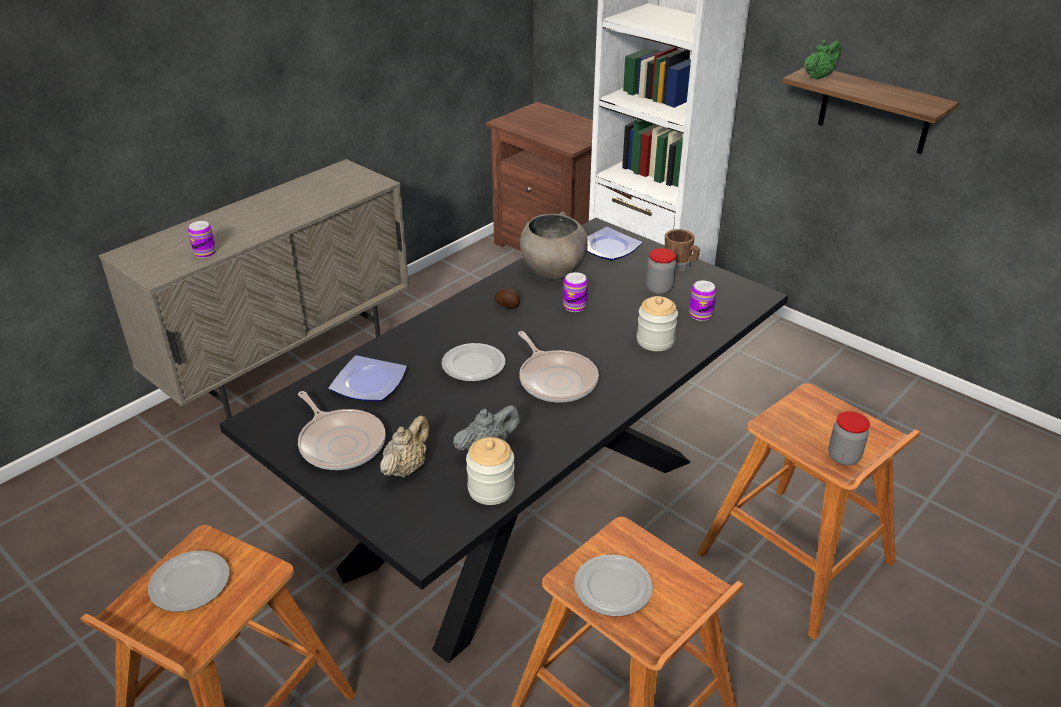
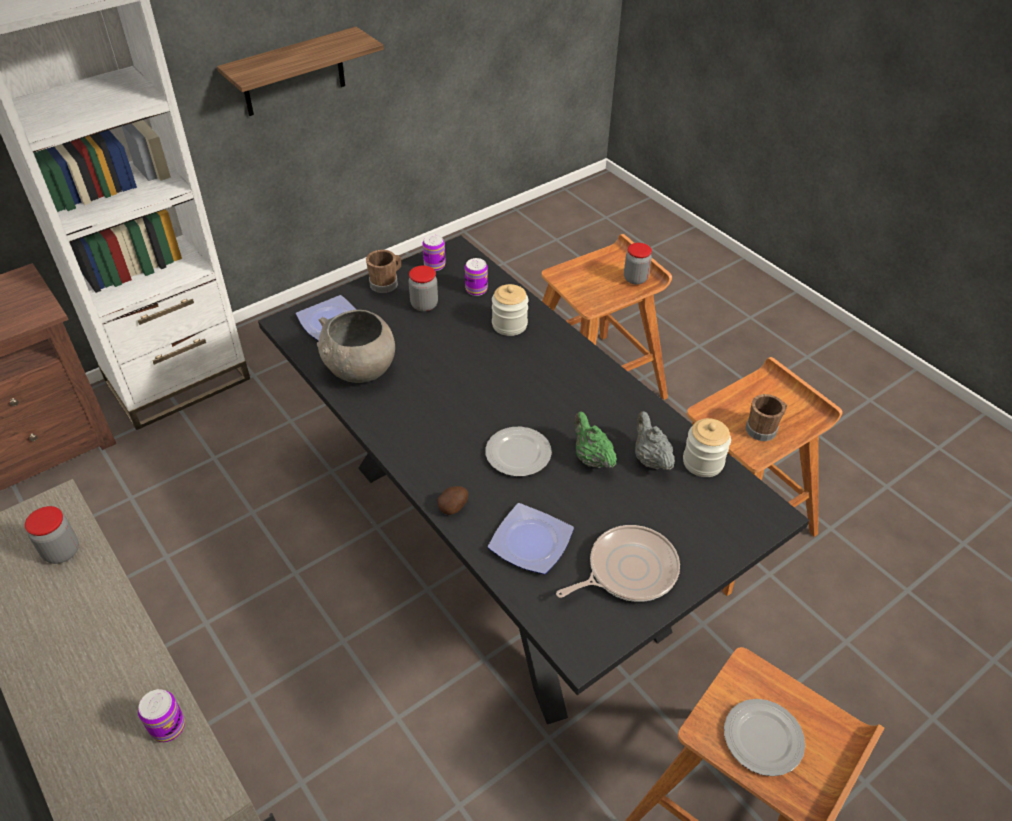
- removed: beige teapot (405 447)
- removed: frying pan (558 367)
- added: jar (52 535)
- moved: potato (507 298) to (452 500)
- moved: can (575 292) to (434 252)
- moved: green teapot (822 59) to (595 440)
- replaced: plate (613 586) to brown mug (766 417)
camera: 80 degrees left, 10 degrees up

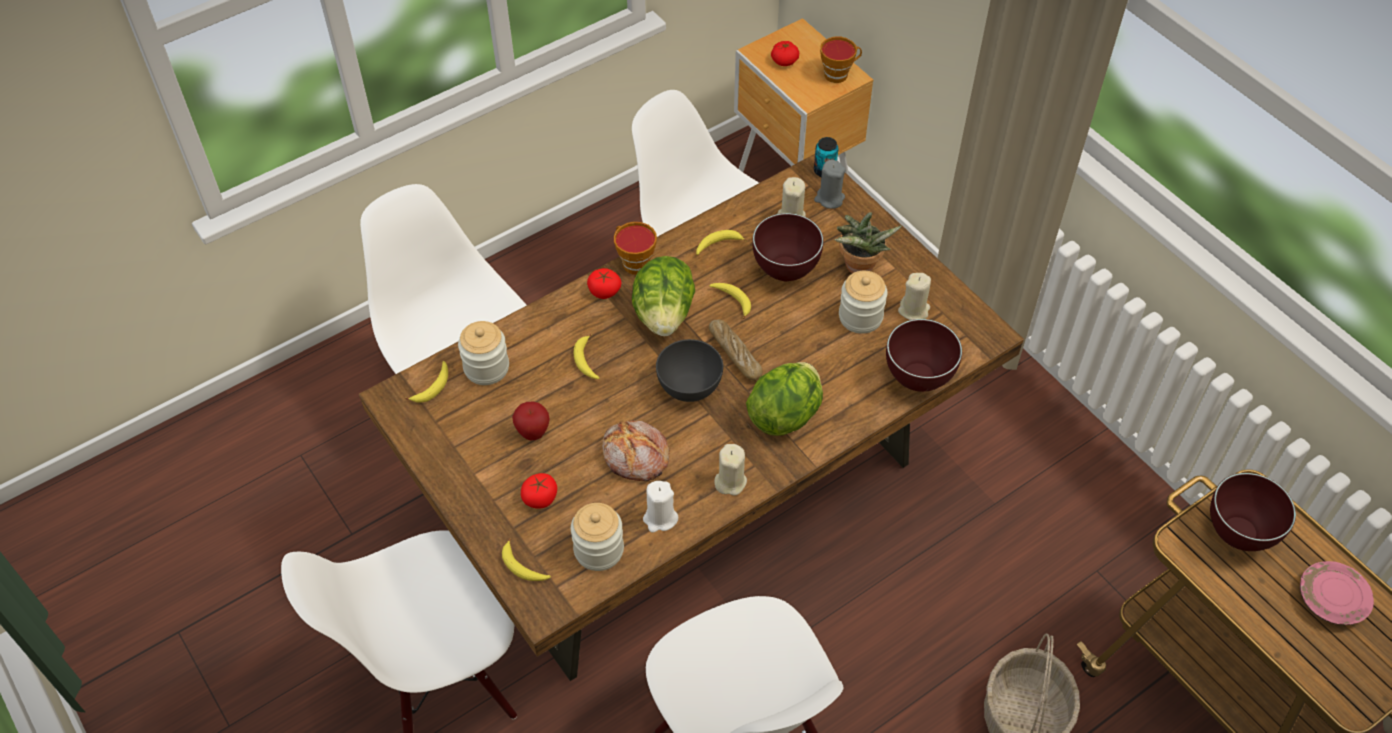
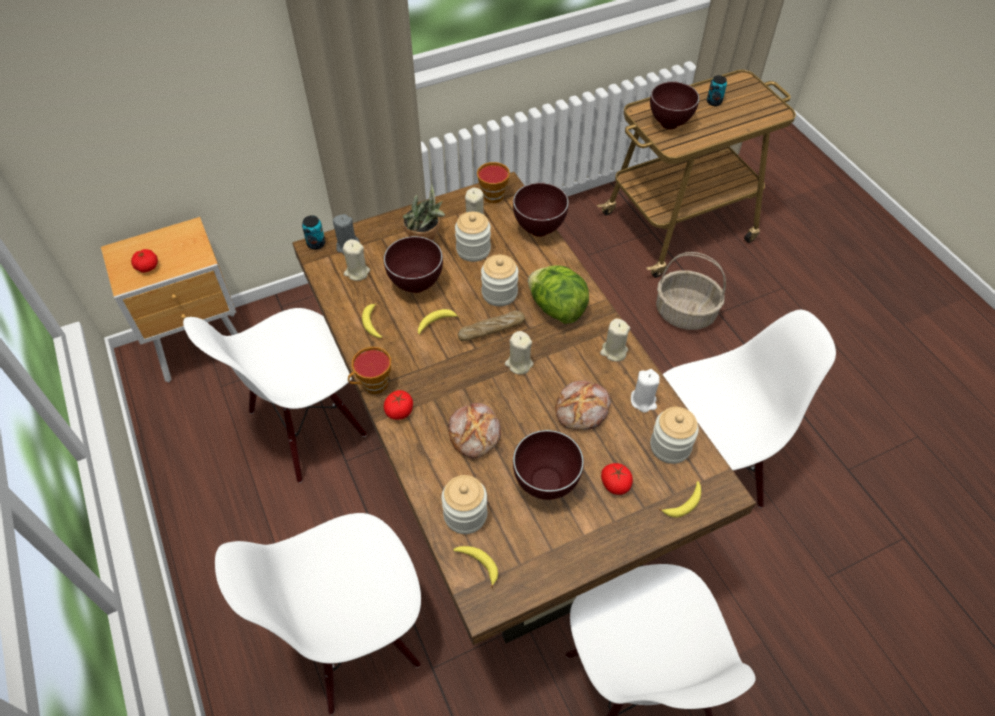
- removed: lettuce (663 296)
- added: jar (499 280)
- moved: cup (841 60) to (493 182)
- replaced: apple (531 421) to brown bowl (548 465)
- replaced: banana (586 356) to bread (474 430)
- replaced: grey bowl (689 370) to beige candle (519 353)
- replaced: pink plate (1337 593) to can (717 90)
camera: 80 degrees left, 0 degrees up

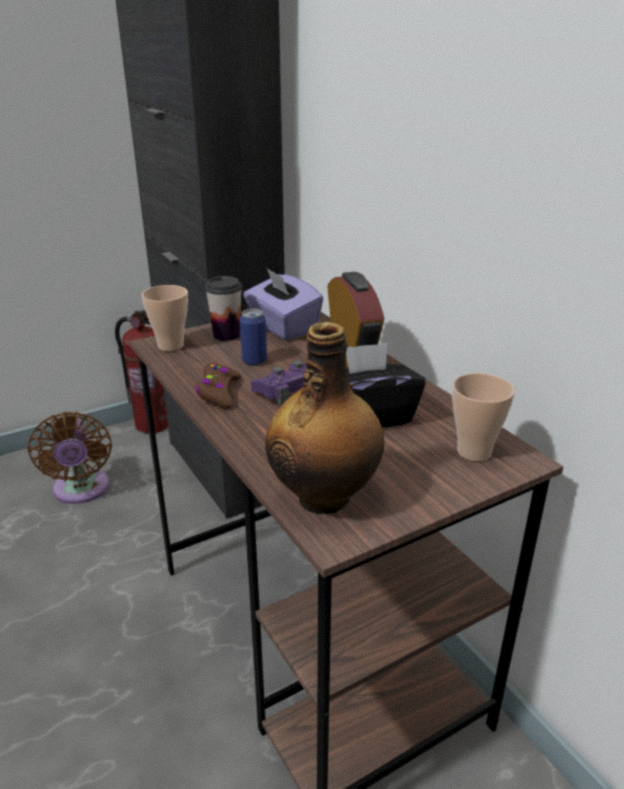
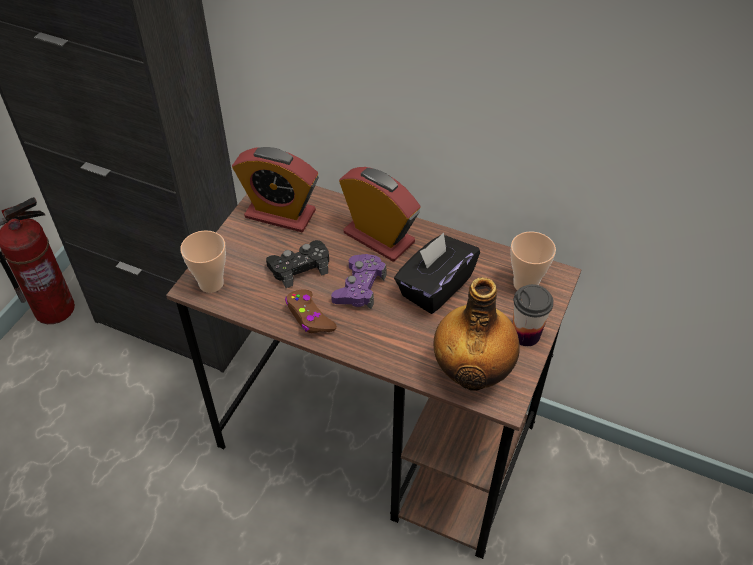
- removed: brown fan (70 458)
- moved: cup (223 308) to (533 315)
- replaced: can (253 337) to black game controller (297 264)
- replaced: purple tissue box (283 303) to alarm clock (275 189)
camera: 35 degrees left, 20 degrees up

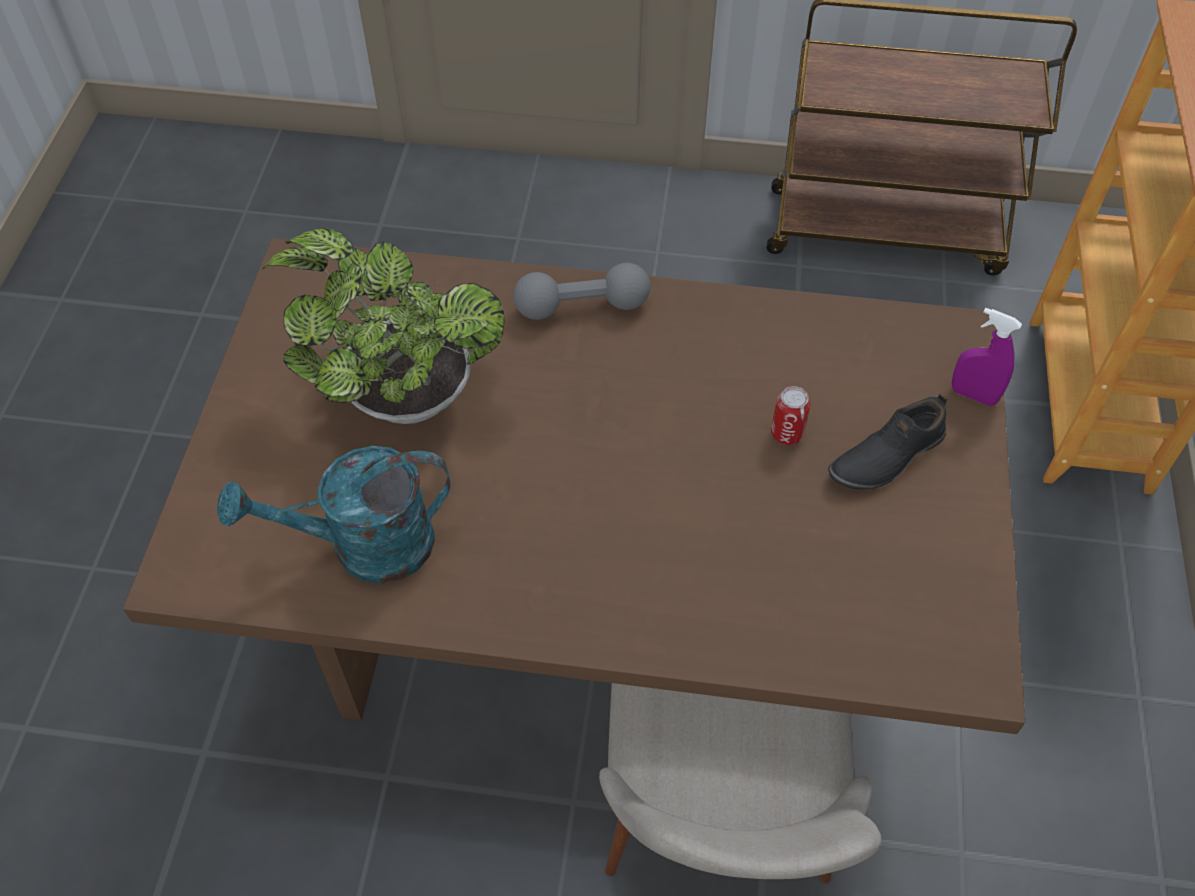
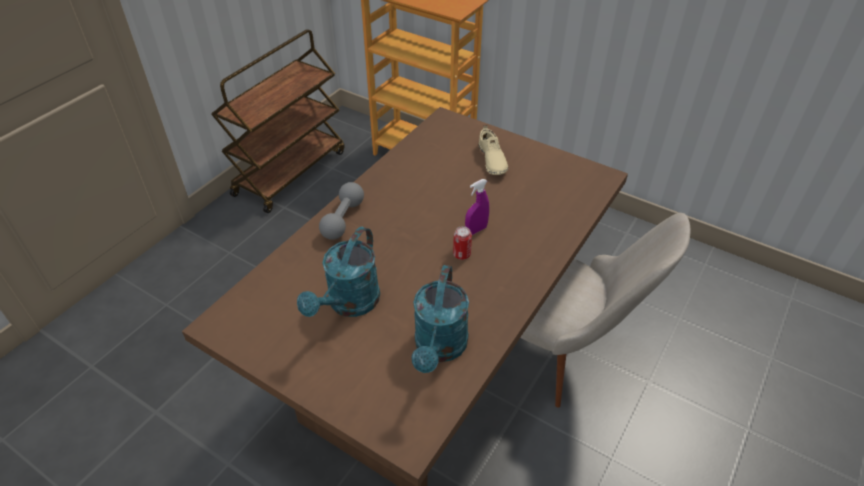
- moved: can (791 415) to (462 243)
- moved: purple spray bottle (987 357) to (477 207)
- replaced: potted plant (383 326) to turquoise watering can (338 272)
- recoloured: black shoe (888 441) to beige shoe (493 150)
camera: 65 degrees left, 10 degrees down

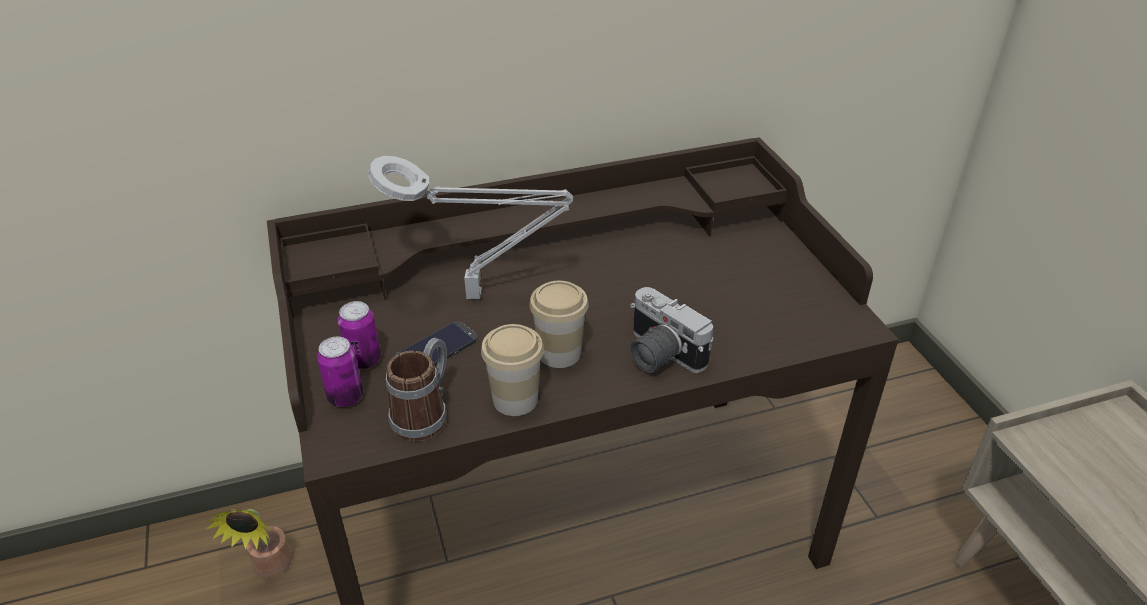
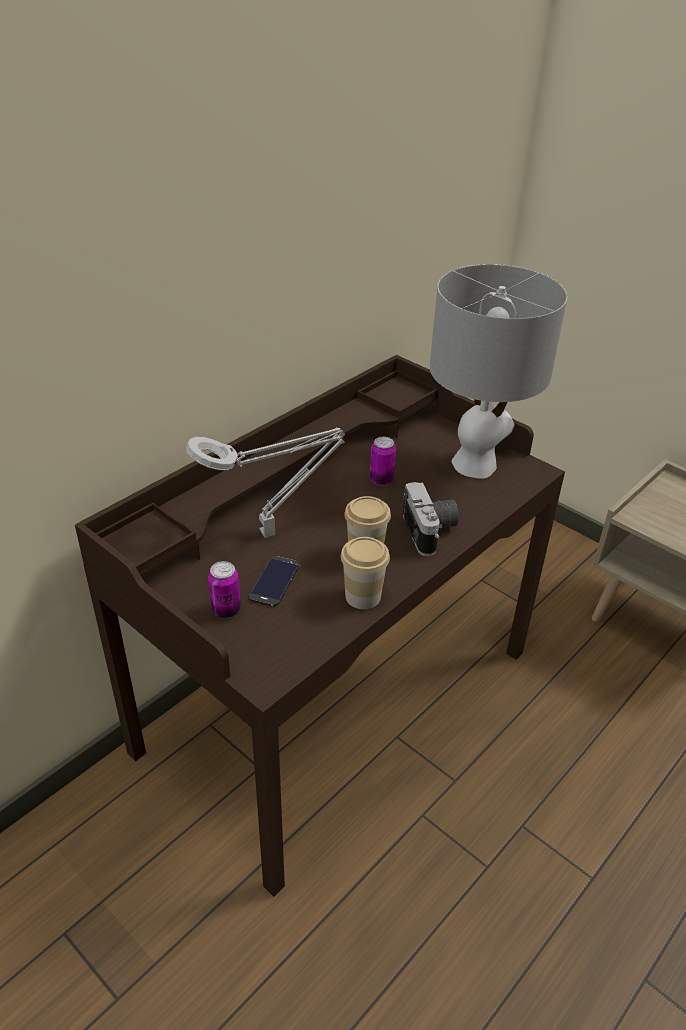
- removed: potted plant (248 543)
- removed: mug (416 389)
- added: grey table lamp (498 371)
- moved: can (340 372) to (383 461)
- turned: photo camera (671 330) = (431 519) 120 degrees counterclockwise
camera: 30 degrees left, 0 degrees up

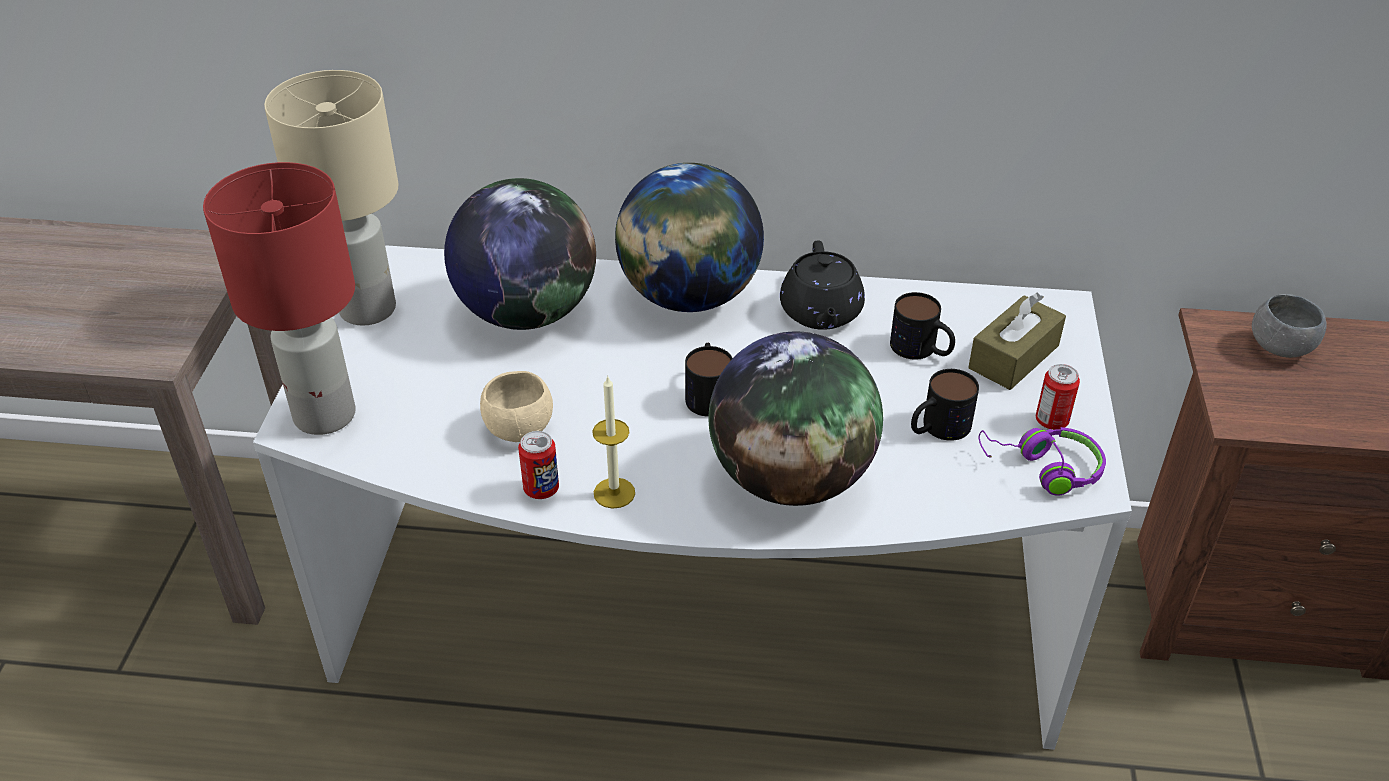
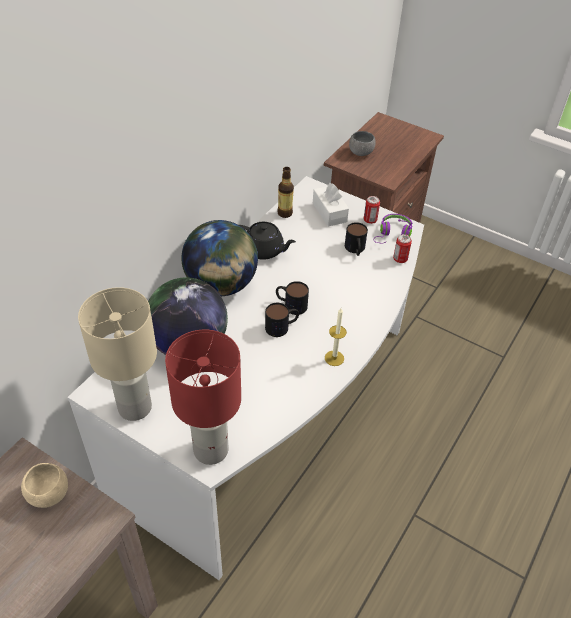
- removed: globe (796 419)
- added: bottle (285 192)
- moved: beige bowl (516 406) to (44 485)
- moved: can (538 465) to (402 248)
- moved: mug (922 325) to (282 320)
- recoloured: brown tissue box (1017 341) to white tissue box (331 205)
camera: 65 degrees left, 5 degrees up

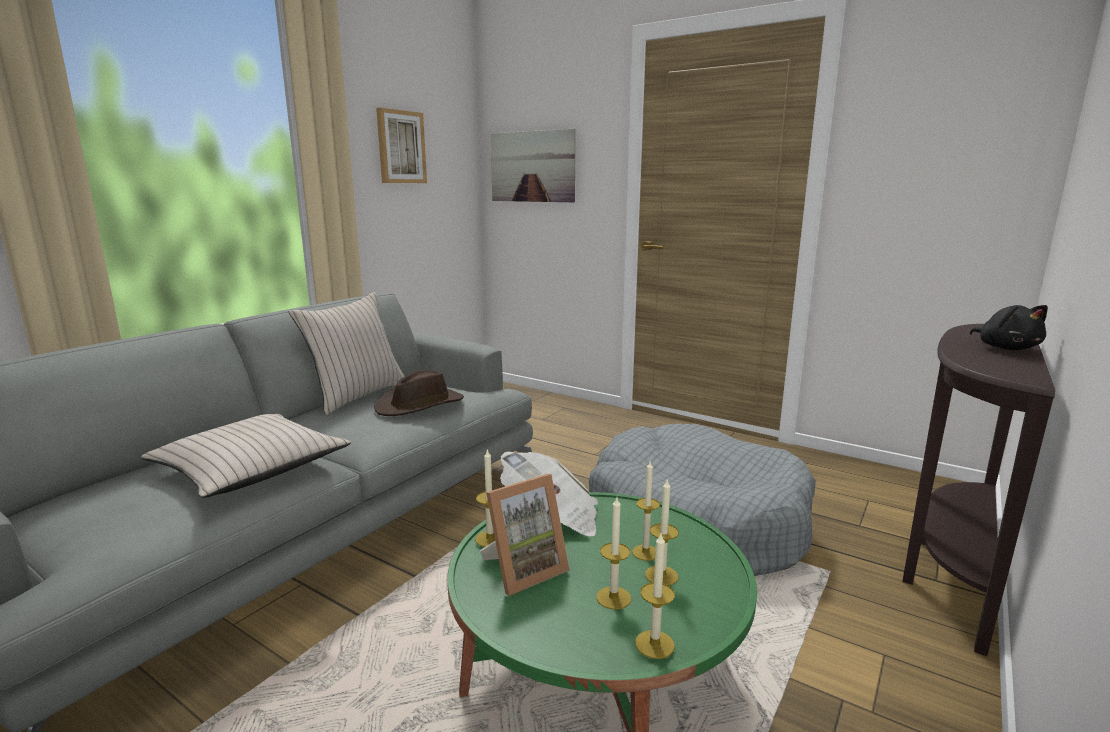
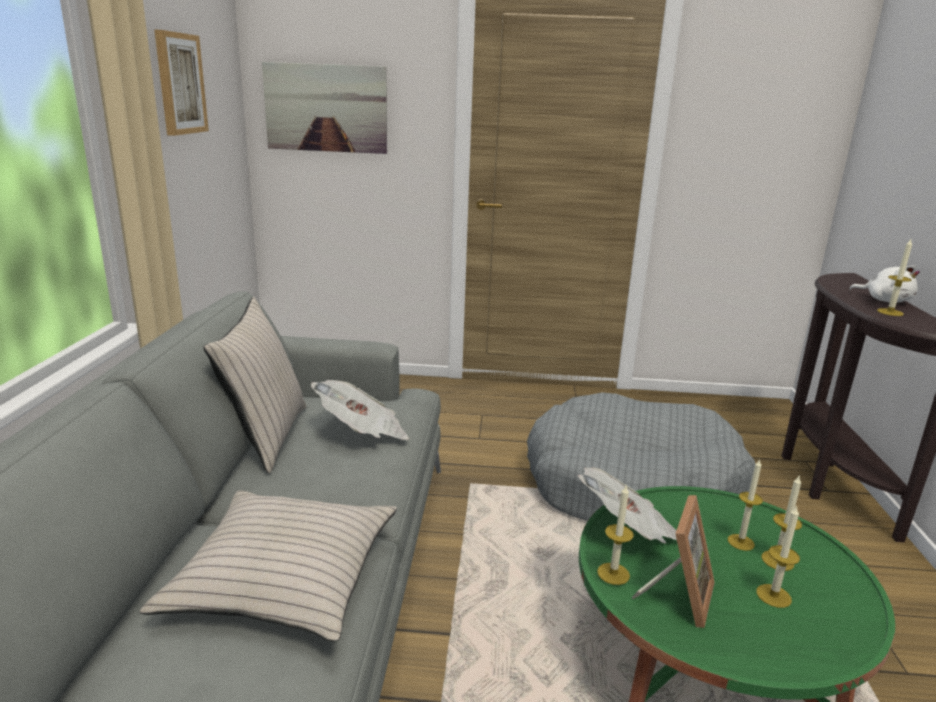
- moved: candle (655 596) to (894 277)
- replaced: brown hat (419 393) to newspaper (360 410)
- recoloured: black plush toy (1009 327) to white plush toy (884 284)
camera: 30 degrees left, 5 degrees up

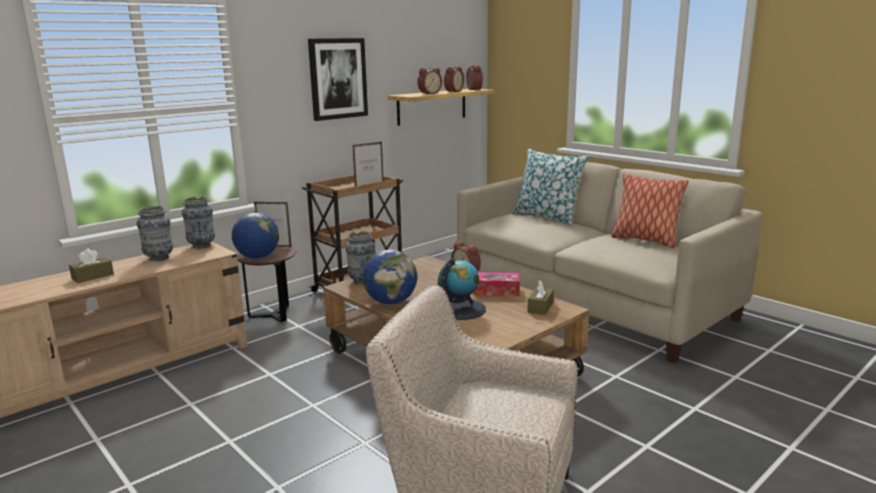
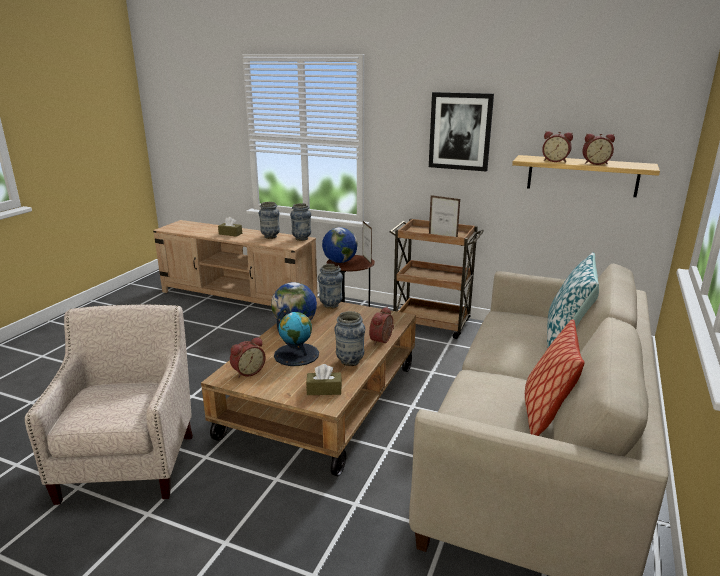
- moved: alarm clock (474 77) to (248 357)
- replaced: tissue box (496 284) to vase (349 338)
camera: 65 degrees right, 5 degrees up

